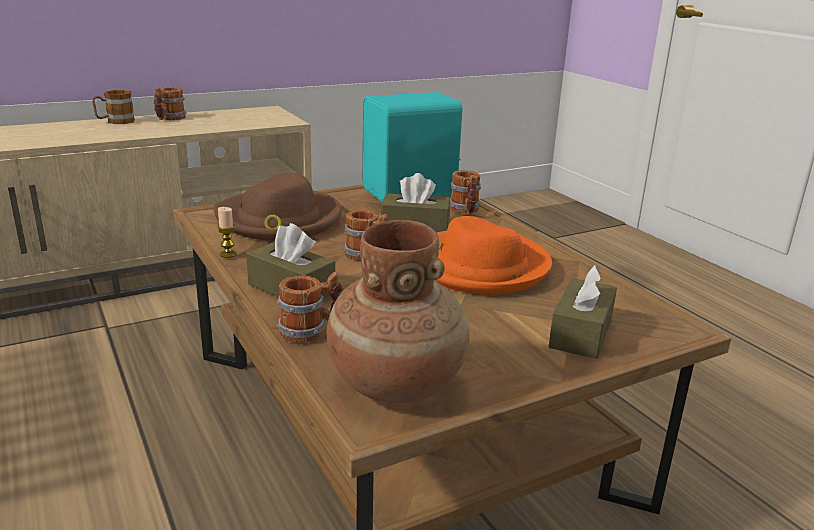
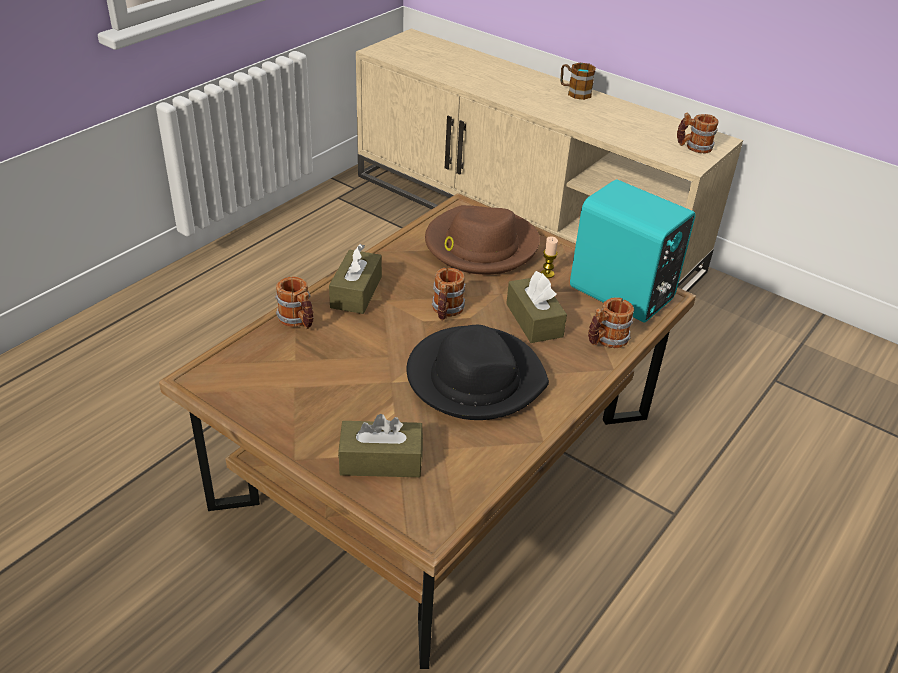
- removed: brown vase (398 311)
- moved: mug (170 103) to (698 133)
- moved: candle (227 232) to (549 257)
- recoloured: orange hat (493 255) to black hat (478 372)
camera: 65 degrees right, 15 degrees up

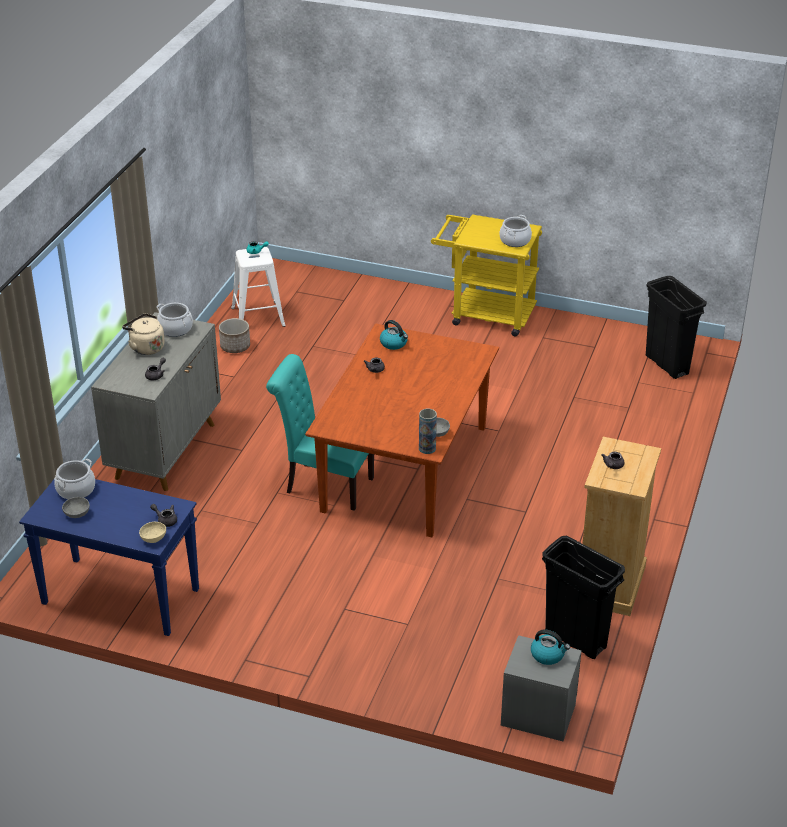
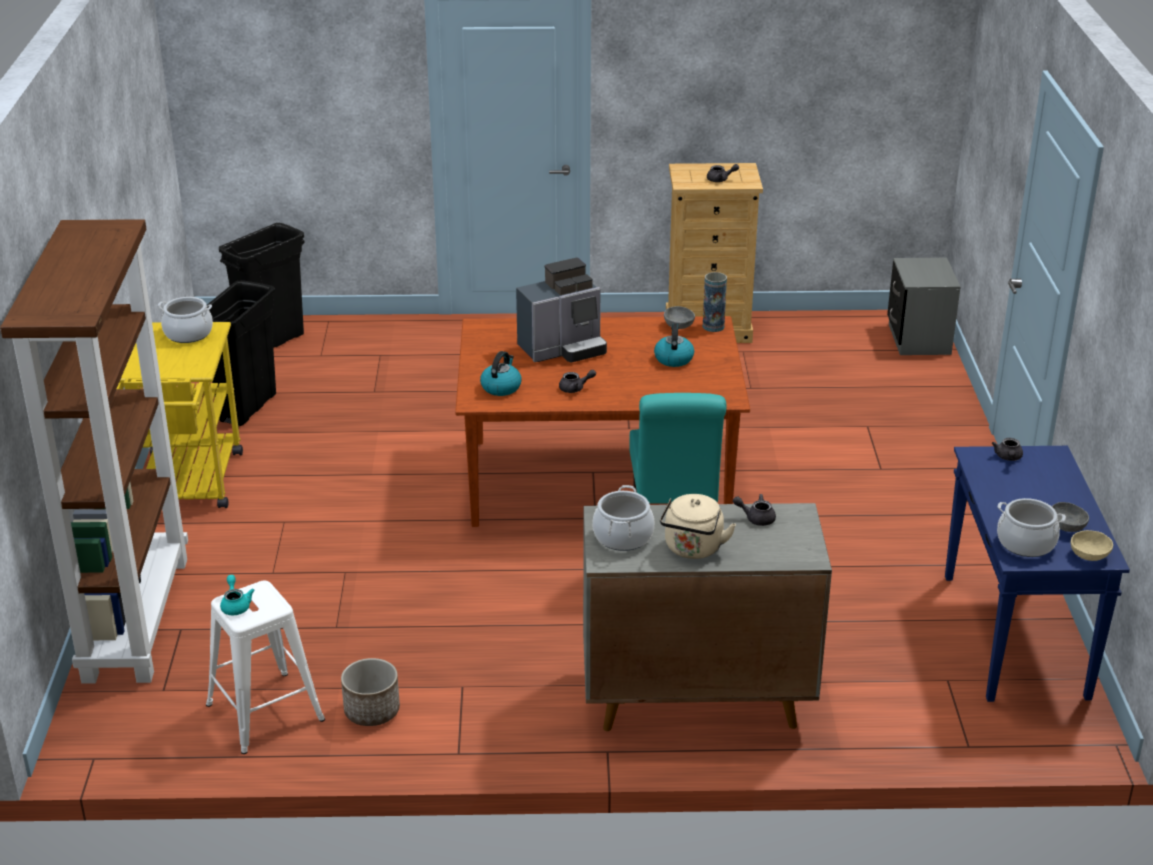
- added: brown bookcase (94 451)
- added: coffee machine (561 310)
- moved: beige bowl (152 532) to (1091 545)
- moved: kettle (550 647) to (674 345)
- moved: black trash can (583 597) to (241 353)
camera: 110 degrees left, 5 degrees down

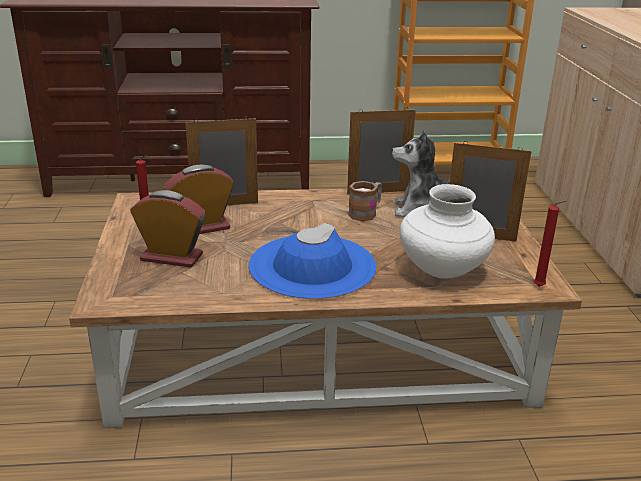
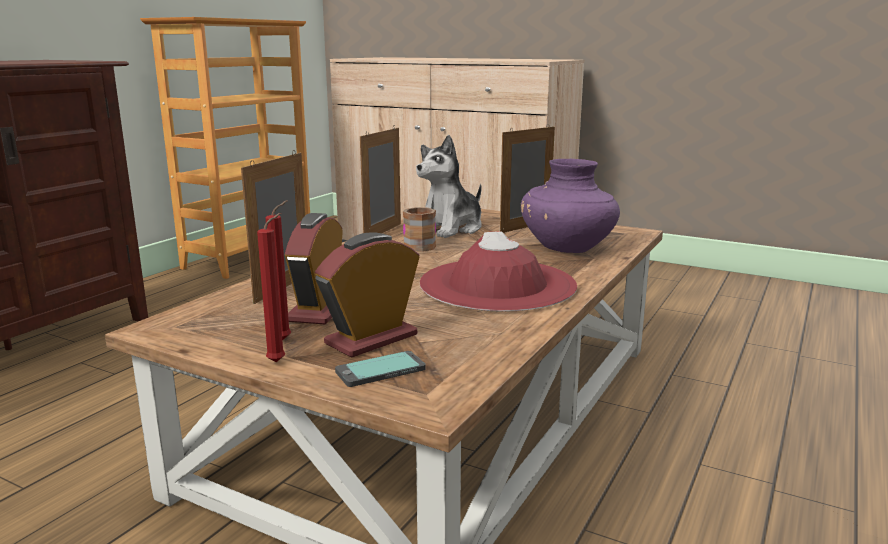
- added: phone (380 369)
- moved: red candle (550 243) to (271 287)
- recoloured: blue hat (312 261) to red hat (498 272)
- recoloured: white vase (447 231) to purple vase (570 206)
camera: 55 degrees left, 10 degrees down

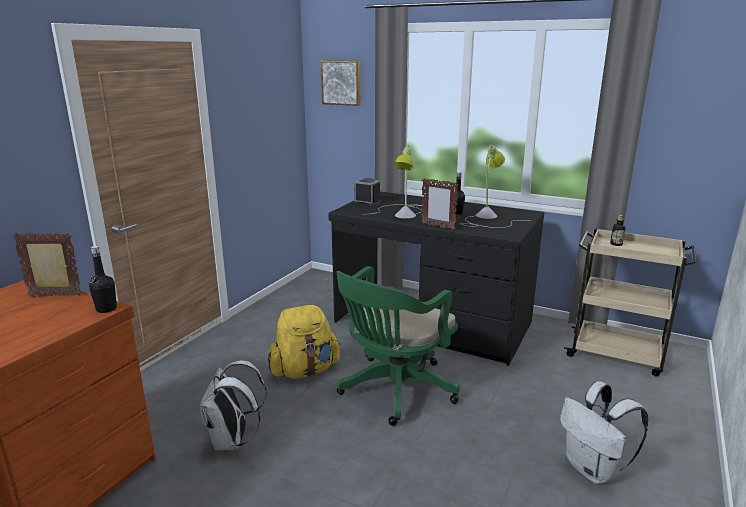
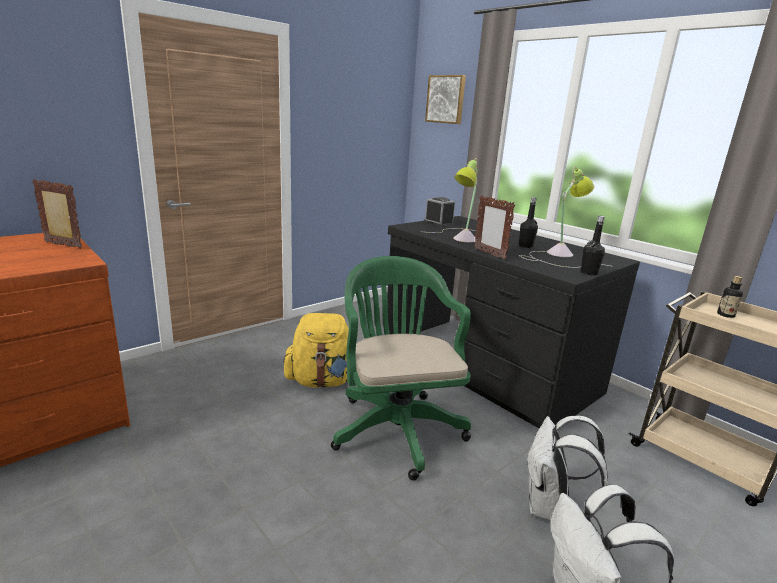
- moved: black bottle (103 279) to (593 245)
- moved: white backpack (233 405) to (567 468)
- turned: green office chair (398 346) = (401 368) 105 degrees clockwise
camera: 20 degrees right, 0 degrees up

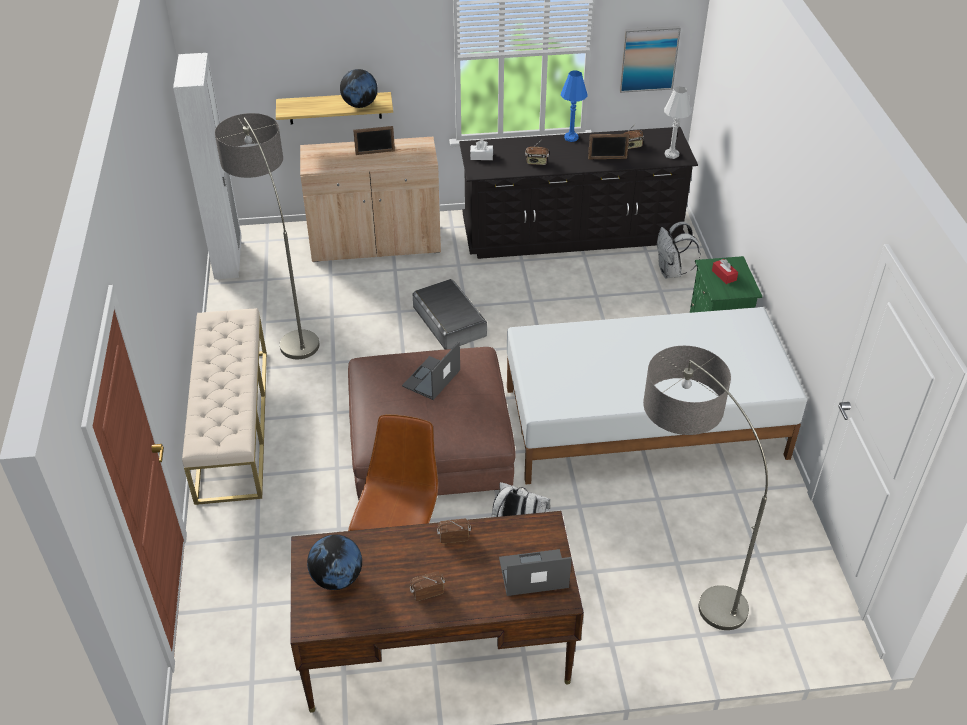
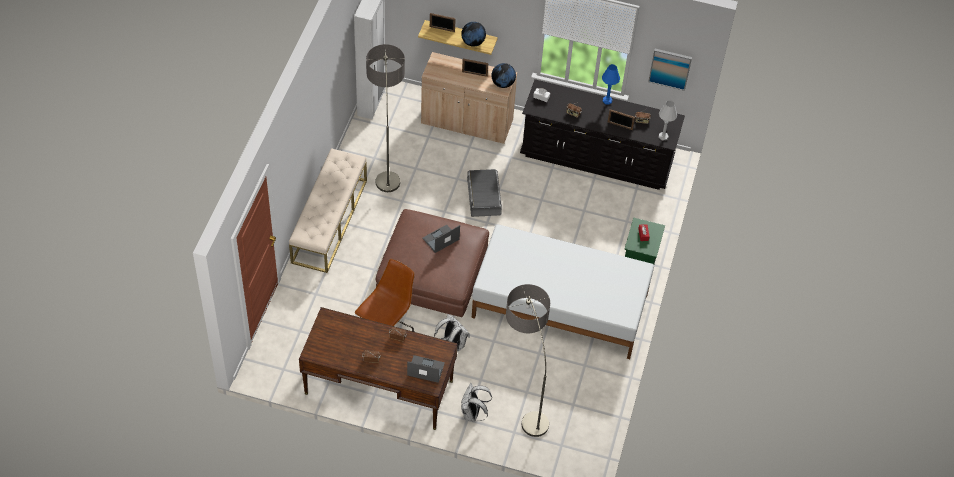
- added: picture frame (443 22)
- moved: globe (334 562) to (503 75)
- moved: white backpack (679 250) to (476 402)
camera: 20 degrees right, 10 degrees up

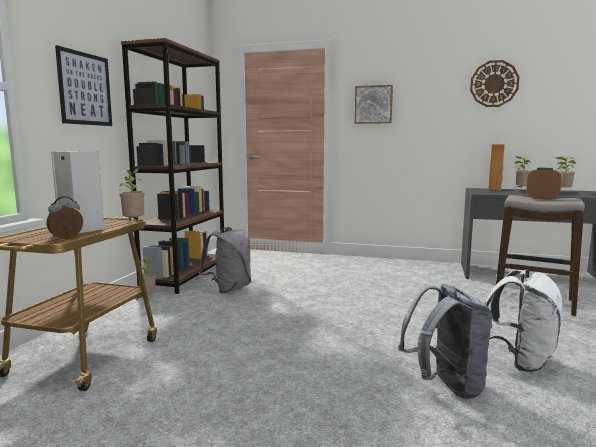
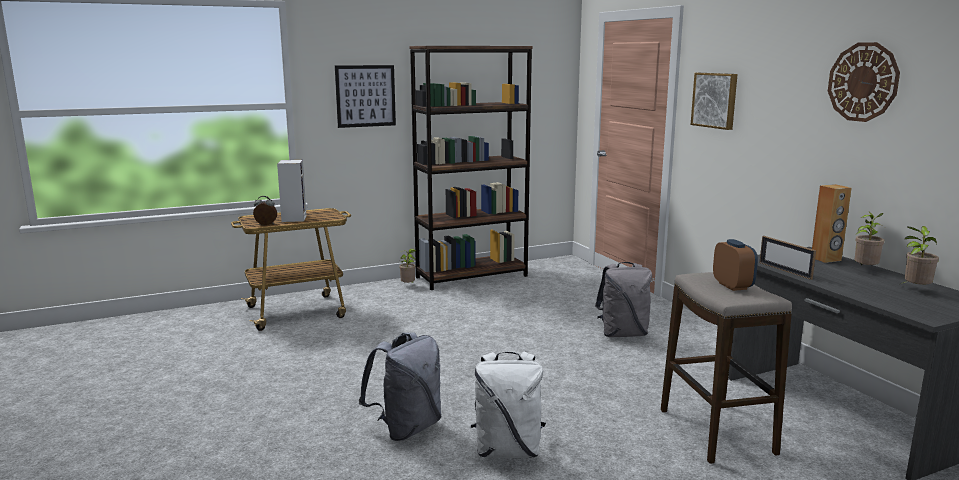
- removed: potted plant (132 194)
- added: picture frame (787 258)
- moved: grey backpack (225 260) to (623 299)
camera: 50 degrees right, 5 degrees up

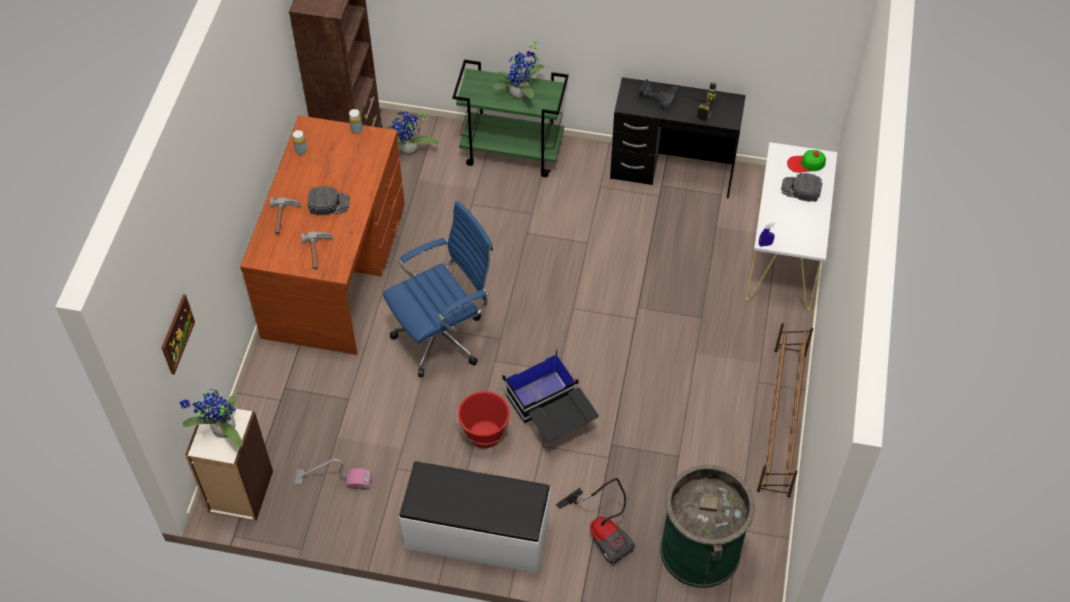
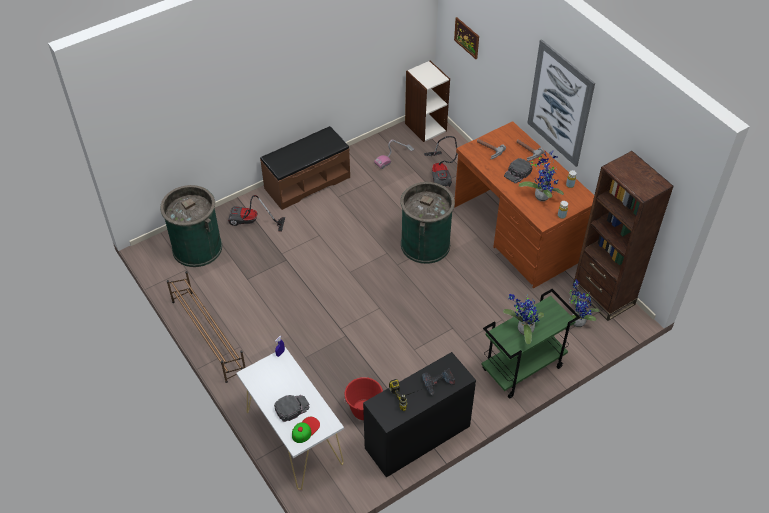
- removed: black storage box (550 396)
- added: vacuum cleaner (441 161)
- added: picture (561 103)
- moved: potted plant (211 417) to (541 175)
- moved: red bucket (483 419) to (363 398)
- replaced: blue office chair (438 289) to green trash can (428 223)
- recoloured: white bench (474 517) to brown bench (305 168)
camera: 135 degrees right, 5 degrees down

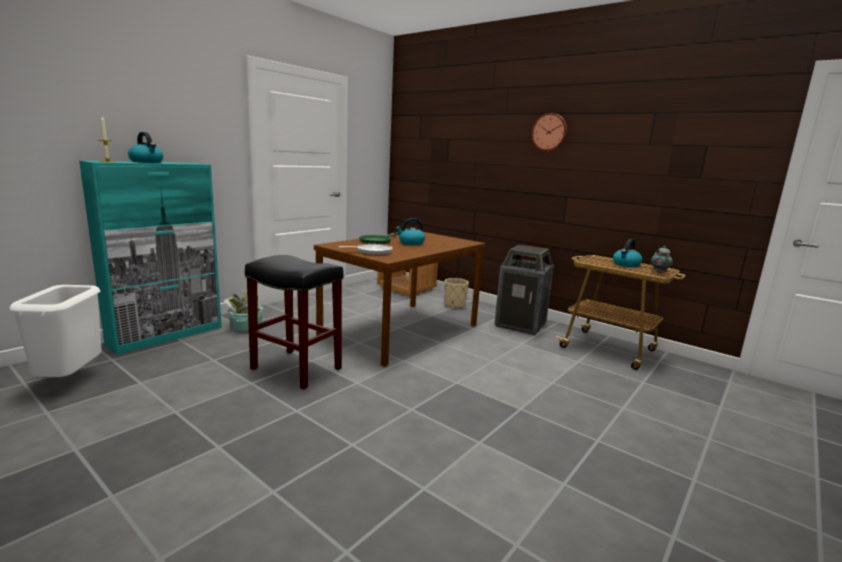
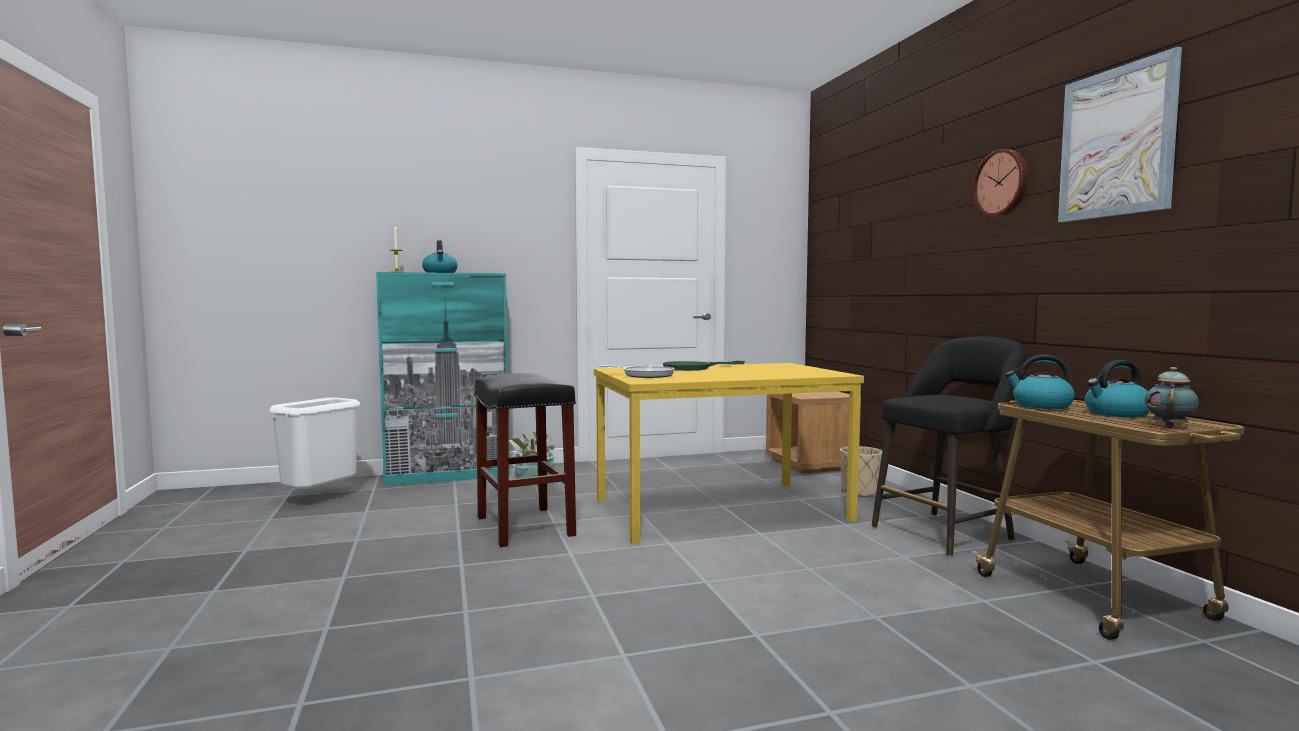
- added: picture (1120 134)
- moved: kettle (410 231) to (1040 382)
- replaced: trash can (524 290) to black stool (949 446)
- recoloured: brown dining table (399 299) to yellow dining table (729 453)
camera: 35 degrees right, 10 degrees down

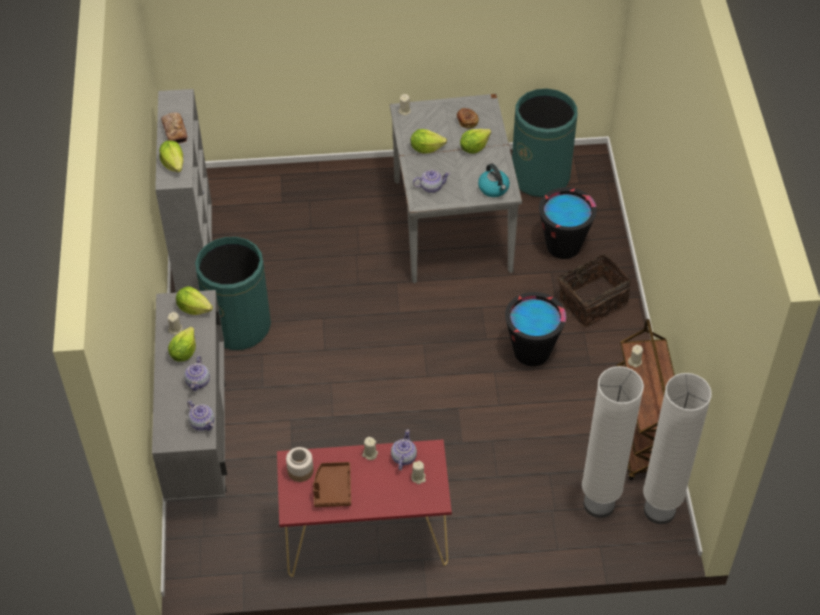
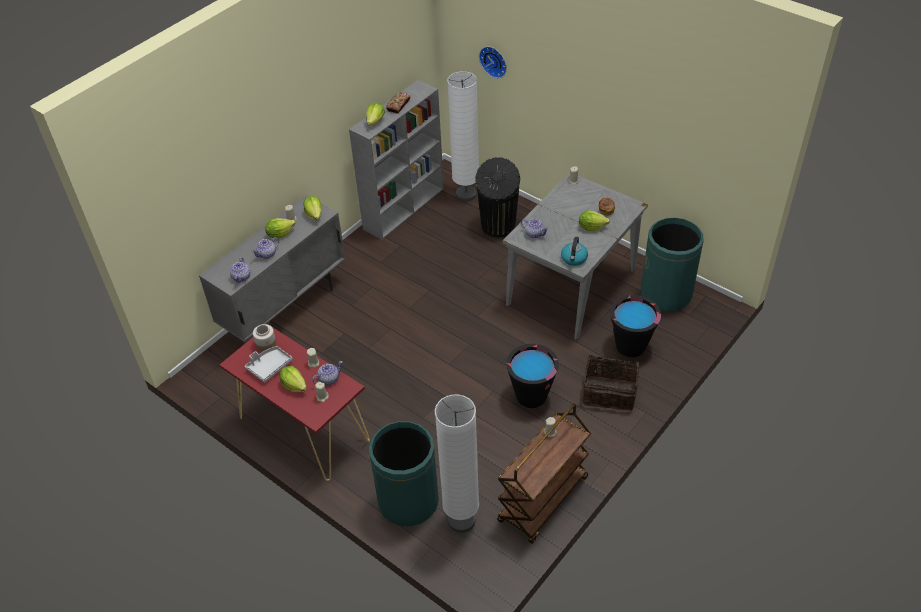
- added: black trash can (497 197)
- added: wall clock (493 62)
- moved: green trash can (233 293) to (404 473)
- moved: lettuce (429 141) to (293 379)
- moved: white floor lamp (677 448) to (463 136)
- recoloured: brown tray (332 484) to grey tray (269 364)
camera: 45 degrees right, 5 degrees down

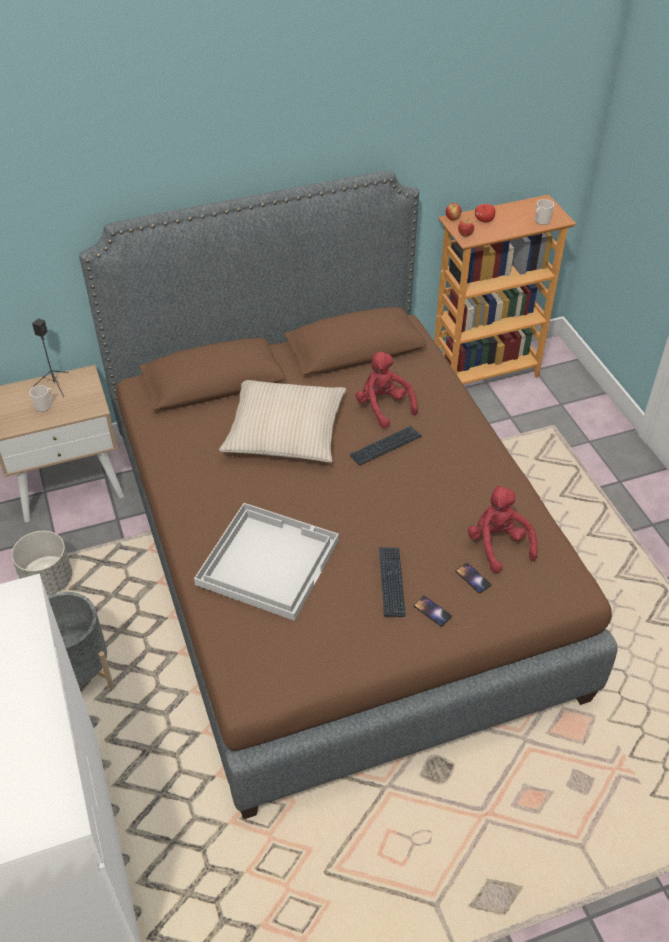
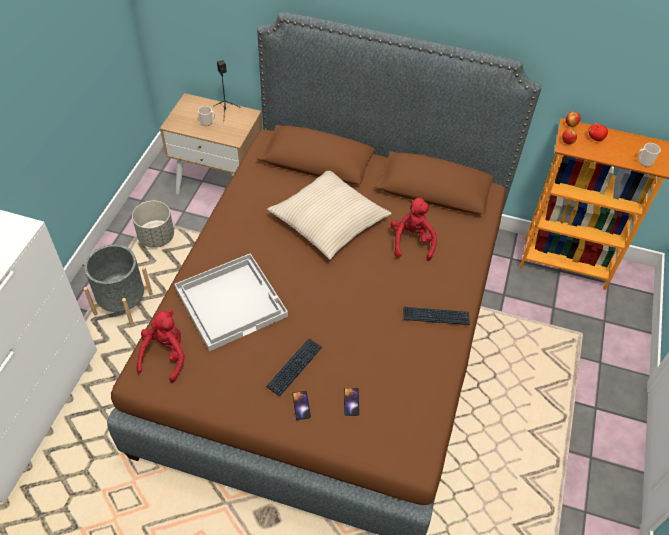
- moved: keyboard (386 445) to (436 316)
- moved: red plush toy (502 529) to (161 346)
camera: 35 degrees right, 5 degrees up

